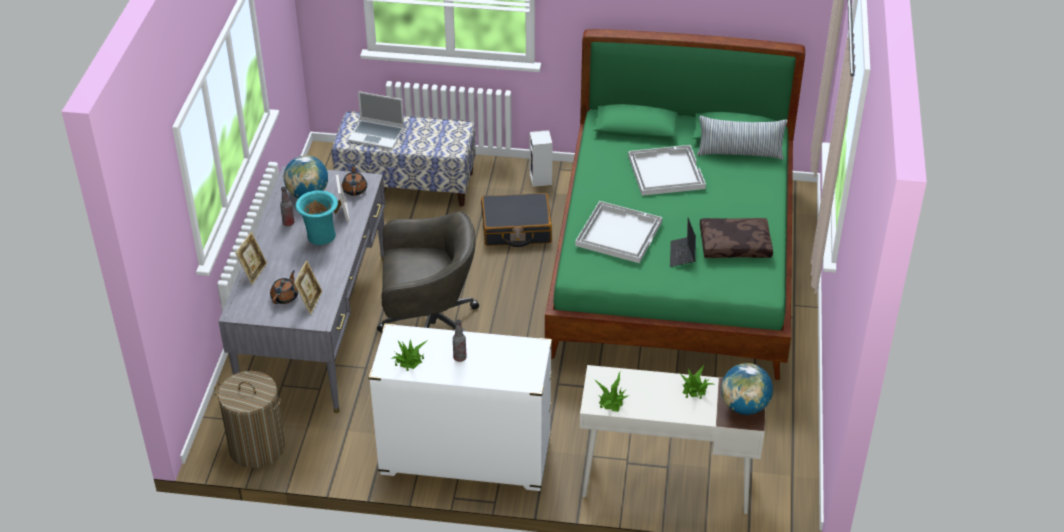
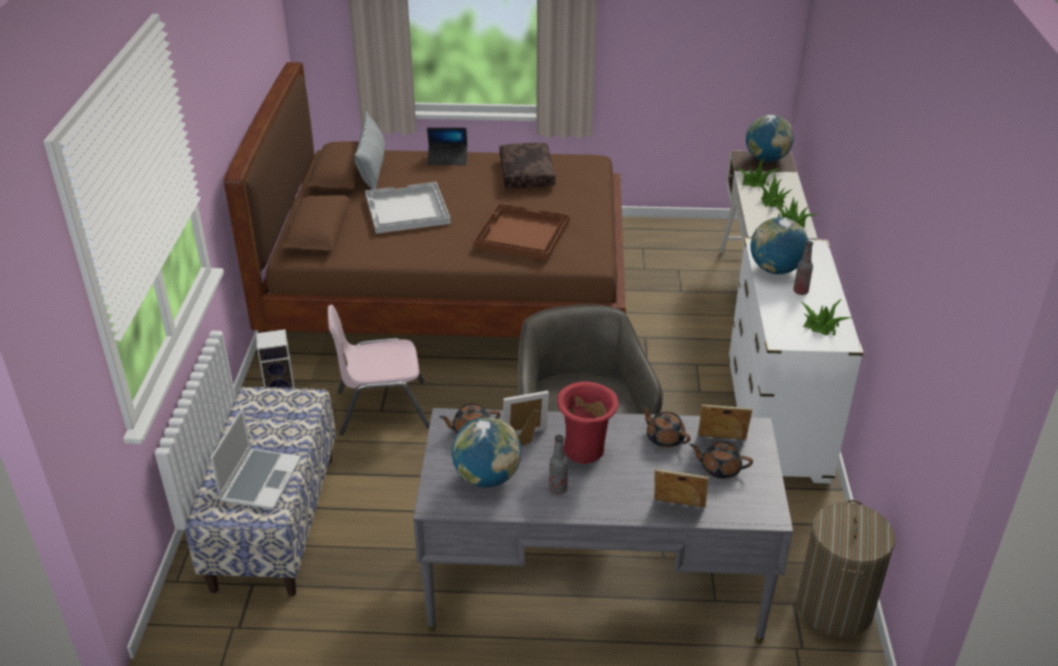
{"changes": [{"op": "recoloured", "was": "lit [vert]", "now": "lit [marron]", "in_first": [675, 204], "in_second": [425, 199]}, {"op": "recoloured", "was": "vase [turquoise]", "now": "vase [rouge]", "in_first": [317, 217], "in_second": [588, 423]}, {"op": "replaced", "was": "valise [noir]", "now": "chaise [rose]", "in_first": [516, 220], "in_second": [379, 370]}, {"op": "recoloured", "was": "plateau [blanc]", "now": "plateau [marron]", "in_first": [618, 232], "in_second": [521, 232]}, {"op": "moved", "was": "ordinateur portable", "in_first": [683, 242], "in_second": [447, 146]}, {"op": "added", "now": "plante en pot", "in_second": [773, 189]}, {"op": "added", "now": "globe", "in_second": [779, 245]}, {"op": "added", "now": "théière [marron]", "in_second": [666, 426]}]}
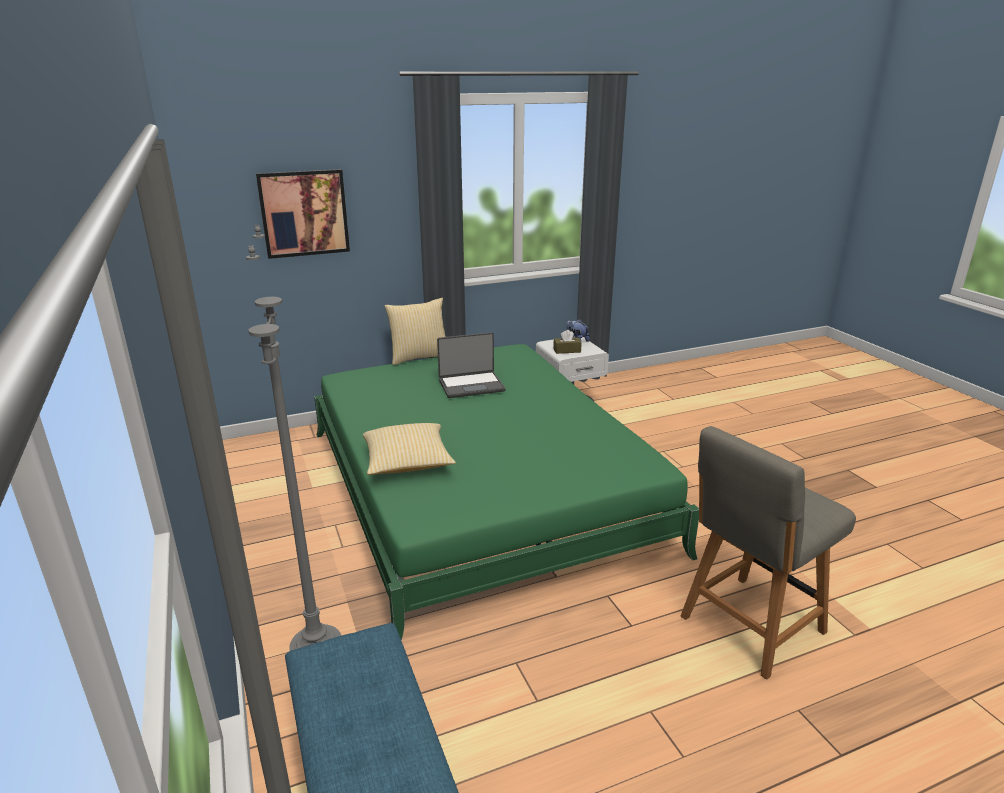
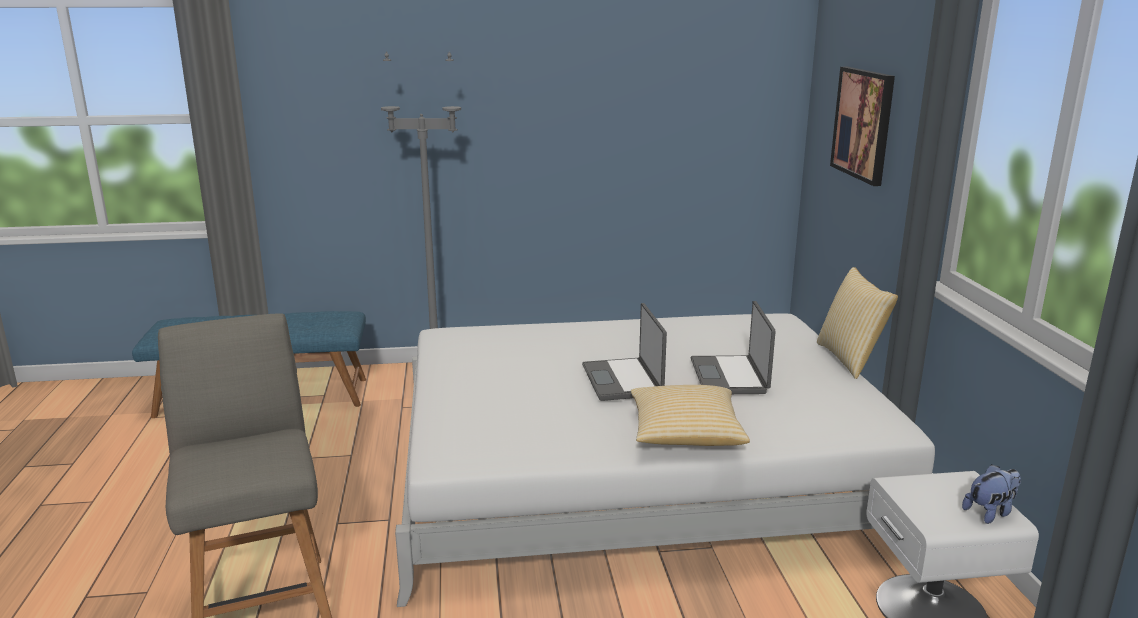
{"changes": [{"op": "removed", "was": "boîte à mouchoirs [marron]", "in_first": [567, 342]}, {"op": "recoloured", "was": "lit [vert]", "now": "lit [blanc]", "in_first": [506, 492], "in_second": [665, 460]}, {"op": "moved", "was": "coussin", "in_first": [409, 449], "in_second": [690, 415]}, {"op": "added", "now": "ordinateur portable", "in_second": [624, 352]}]}
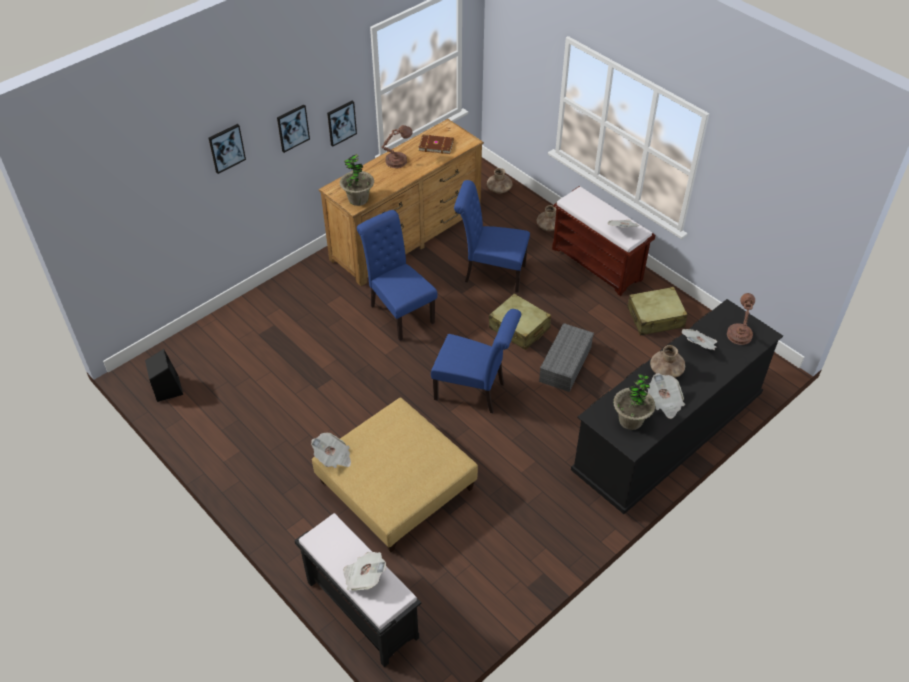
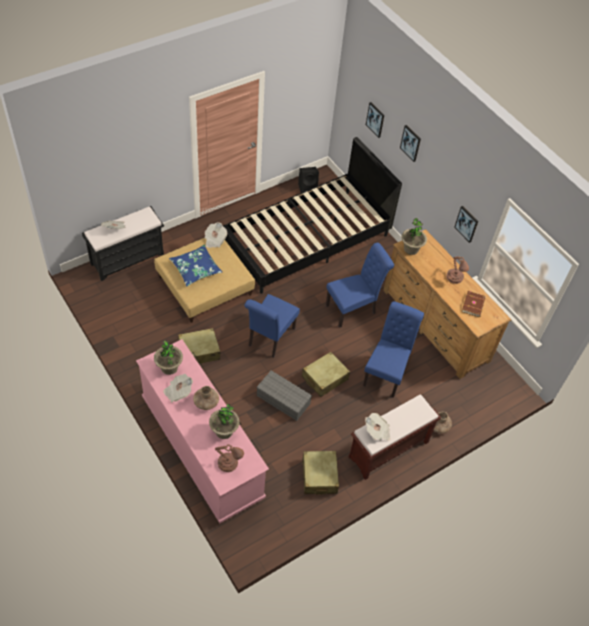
{"changes": [{"op": "moved", "was": "tableau", "in_first": [293, 128], "in_second": [375, 120]}, {"op": "removed", "was": "vase [marron]", "in_first": [500, 181]}, {"op": "recoloured", "was": "commode [noir]", "now": "commode [rose]", "in_first": [677, 406], "in_second": [202, 431]}, {"op": "replaced", "was": "journal", "now": "plante en pot", "in_first": [699, 339], "in_second": [224, 421]}, {"op": "added", "now": "lit [noir]", "in_second": [312, 215]}, {"op": "added", "now": "coussin [bleu]", "in_second": [195, 266]}, {"op": "added", "now": "valise [beige]", "in_second": [199, 346]}]}
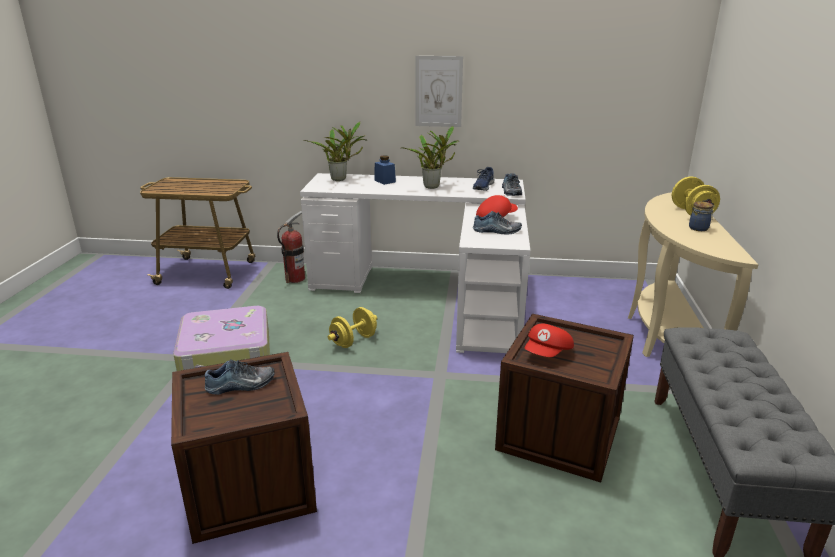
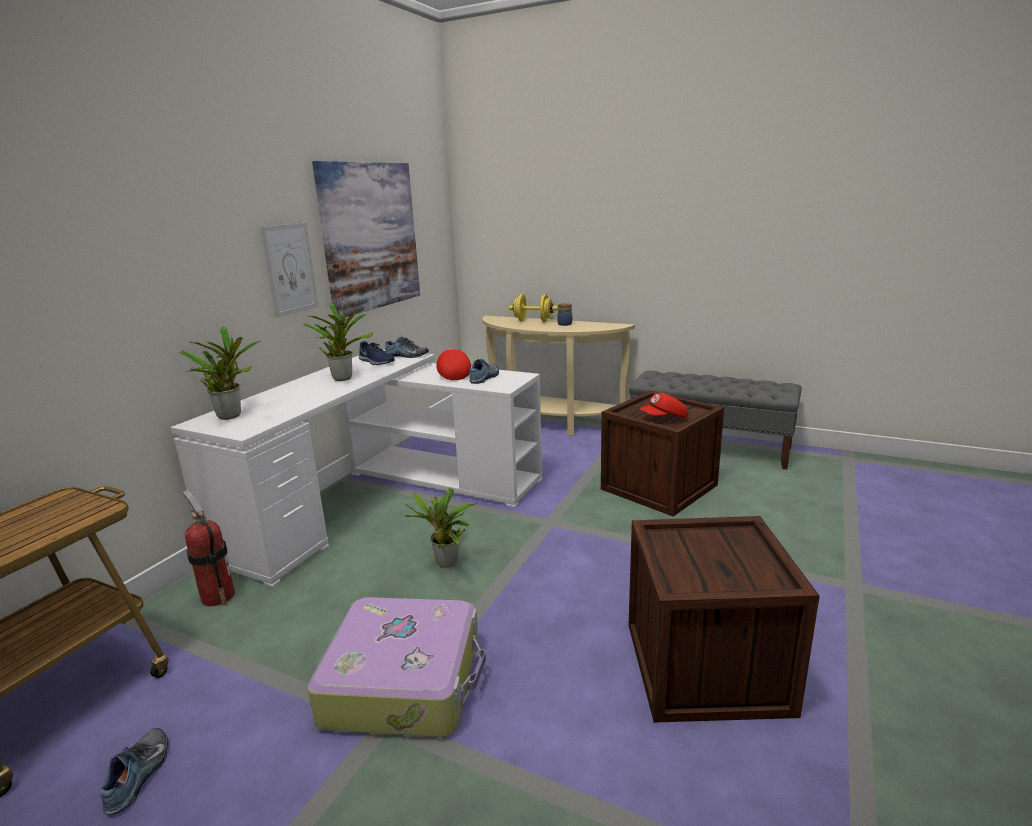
{"changes": [{"op": "removed", "was": "bocal [bleu]", "in_first": [385, 170]}, {"op": "replaced", "was": "haltère [jaune]", "now": "plante en pot", "in_first": [352, 327], "in_second": [440, 527]}, {"op": "turned", "was": "casquette [rouge]", "in_first": [549, 340], "in_second": [664, 405], "clockwise": 105}, {"op": "moved", "was": "chaussure", "in_first": [240, 377], "in_second": [134, 771]}, {"op": "added", "now": "tableau", "in_second": [366, 239]}]}
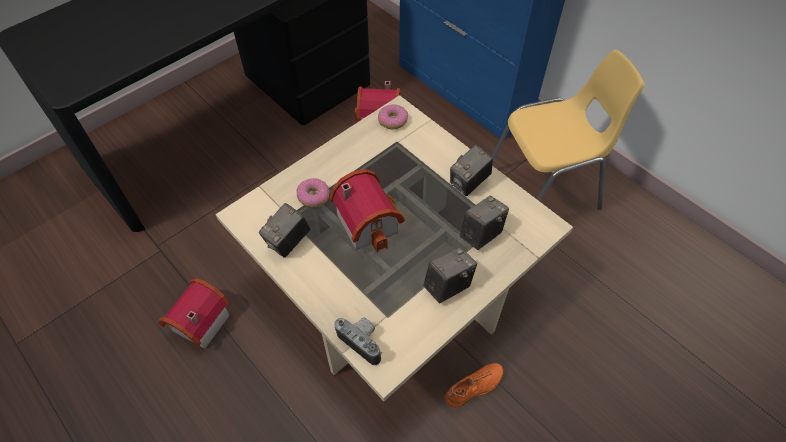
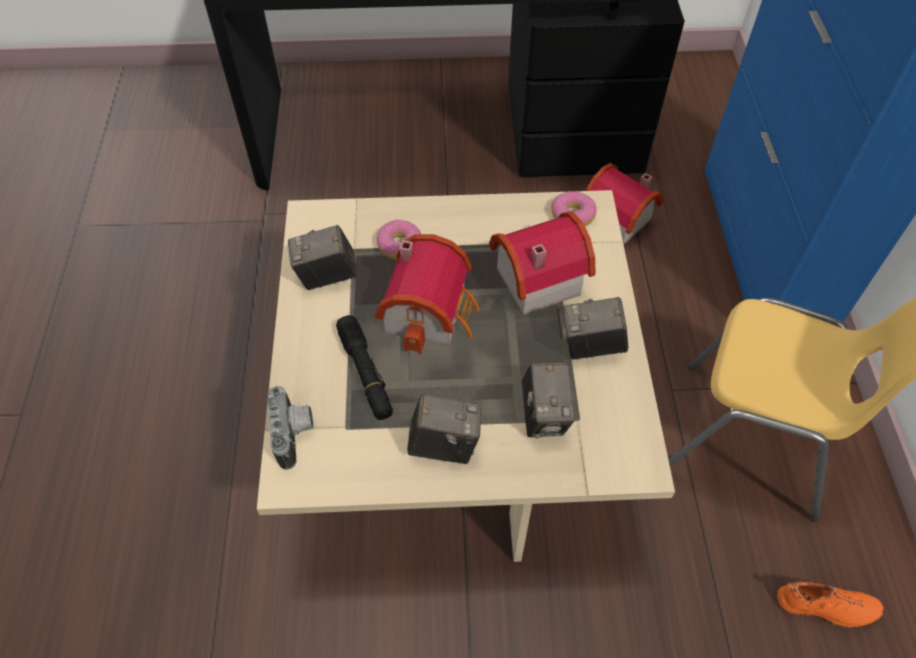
{"changes": [{"op": "turned", "was": "appareil photo", "in_first": [484, 223], "in_second": [548, 400], "clockwise": 90}, {"op": "moved", "was": "maison miniature", "in_first": [194, 313], "in_second": [542, 263]}, {"op": "moved", "was": "chaussure [orange]", "in_first": [474, 385], "in_second": [830, 605]}, {"op": "added", "now": "lampe de poche [noir]", "in_second": [364, 367]}]}
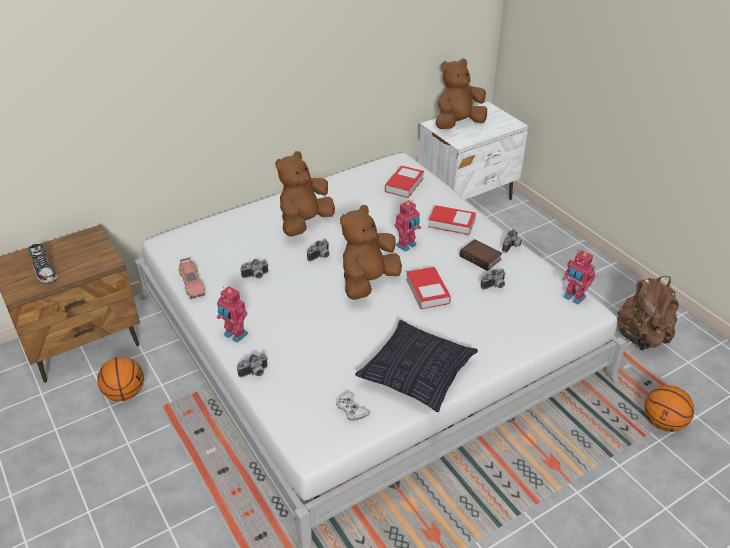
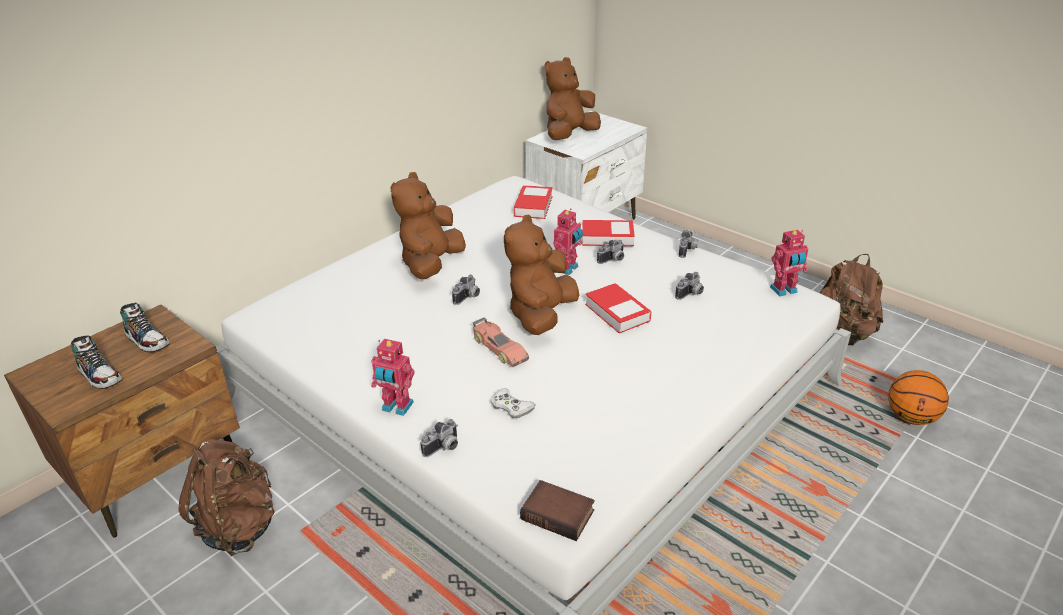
{"changes": [{"op": "moved", "was": "livre", "in_first": [481, 255], "in_second": [557, 510]}, {"op": "turned", "was": "robot jouet", "in_first": [578, 277], "in_second": [789, 263], "clockwise": -45}, {"op": "moved", "was": "petite voiture", "in_first": [191, 278], "in_second": [501, 342]}, {"op": "moved", "was": "appareil photo", "in_first": [254, 268], "in_second": [611, 252]}, {"op": "removed", "was": "coussin", "in_first": [416, 366]}, {"op": "replaced", "was": "ballon de basket", "now": "sac à dos [marron]", "in_first": [120, 379], "in_second": [227, 497]}, {"op": "moved", "was": "manette [blanc]", "in_first": [353, 406], "in_second": [514, 403]}, {"op": "added", "now": "chaussure", "in_second": [145, 327]}]}
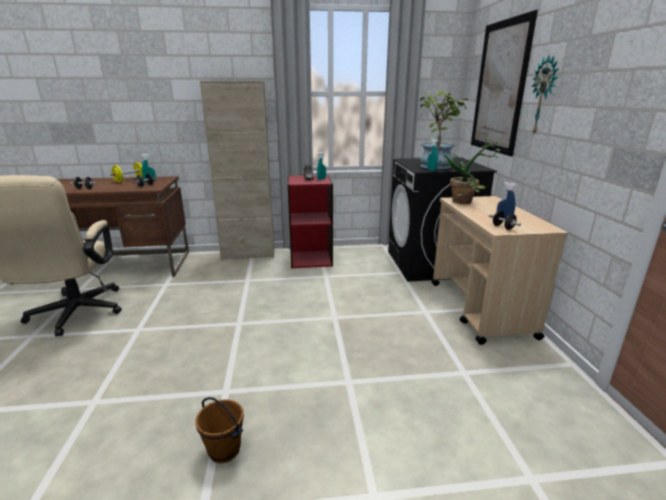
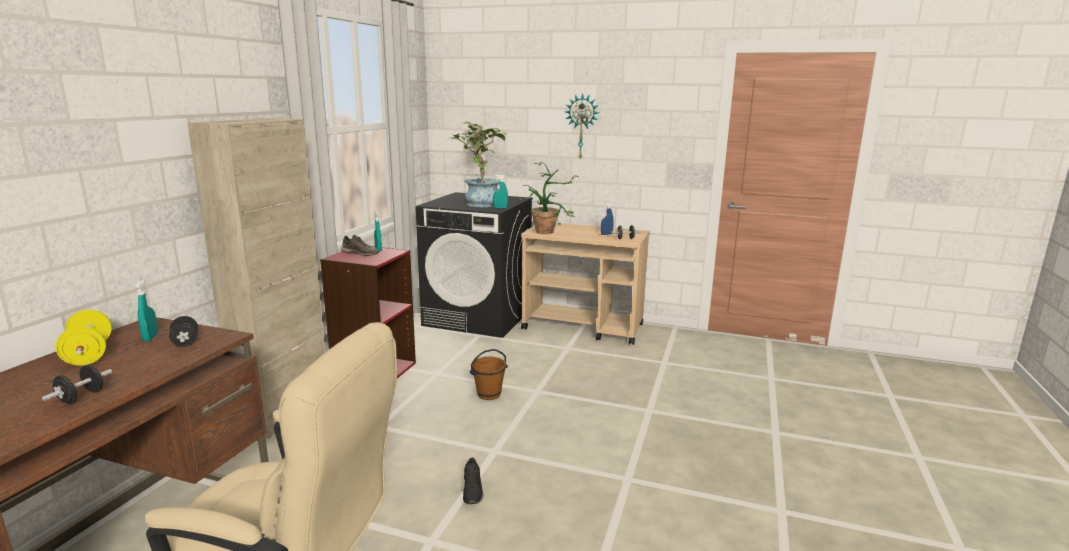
{"changes": [{"op": "removed", "was": "tableau", "in_first": [504, 83]}, {"op": "moved", "was": "seau [marron]", "in_first": [219, 430], "in_second": [489, 374]}, {"op": "added", "now": "chaussure [noir]", "in_second": [473, 480]}]}
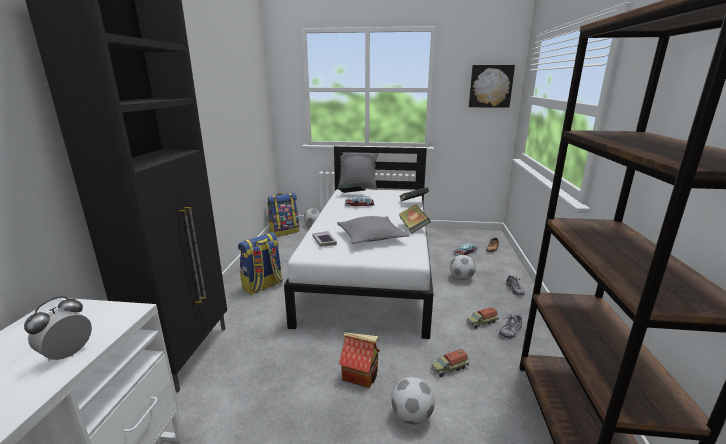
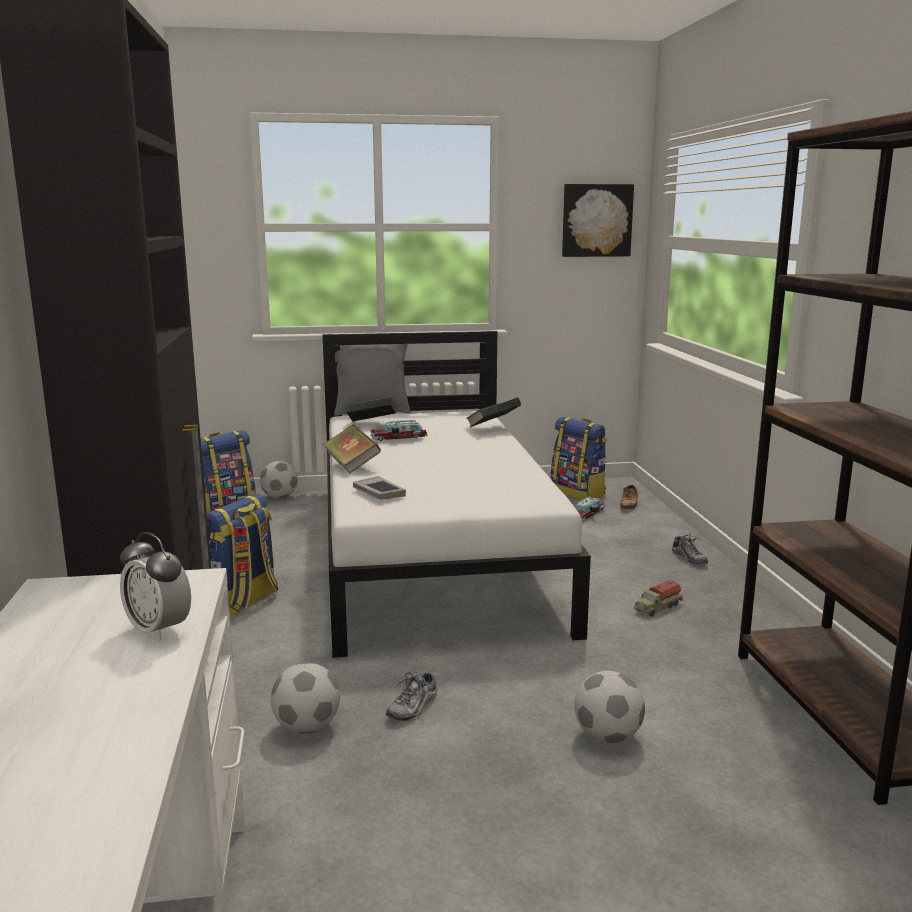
{"changes": [{"op": "moved", "was": "livre", "in_first": [414, 218], "in_second": [352, 449]}, {"op": "removed", "was": "coussin [gris]", "in_first": [373, 230]}, {"op": "moved", "was": "ballon de foot", "in_first": [463, 267], "in_second": [305, 698]}, {"op": "turned", "was": "réveil", "in_first": [58, 328], "in_second": [155, 586], "clockwise": -60}, {"op": "moved", "was": "chaussure", "in_first": [510, 327], "in_second": [411, 697]}, {"op": "removed", "was": "maison miniature", "in_first": [359, 360]}, {"op": "removed", "was": "camion jouet", "in_first": [450, 363]}, {"op": "added", "now": "sac à dos", "in_second": [578, 459]}]}
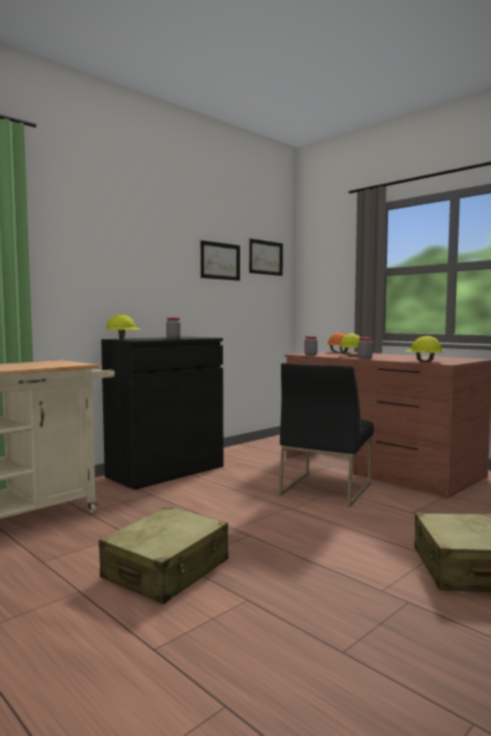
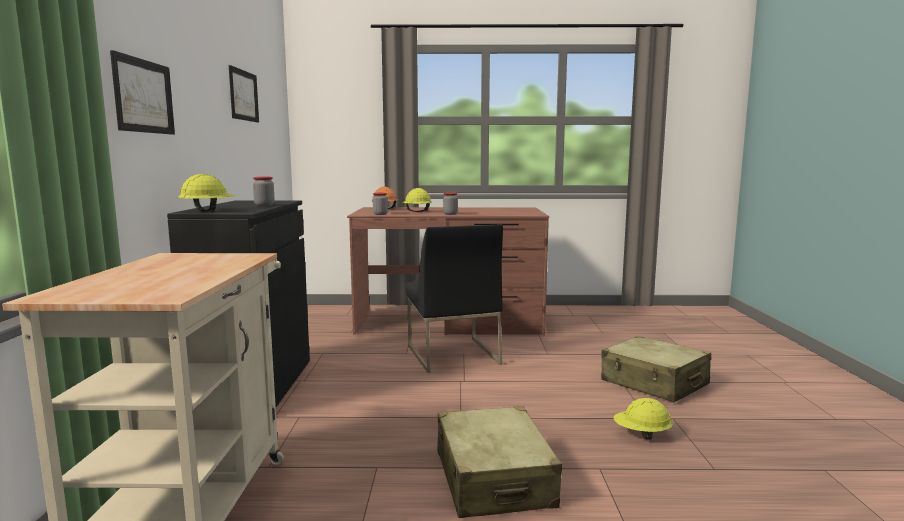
{"changes": [{"op": "moved", "was": "tableau", "in_first": [266, 257], "in_second": [142, 92]}, {"op": "moved", "was": "casque de chantier [jaune]", "in_first": [424, 349], "in_second": [643, 419]}]}
